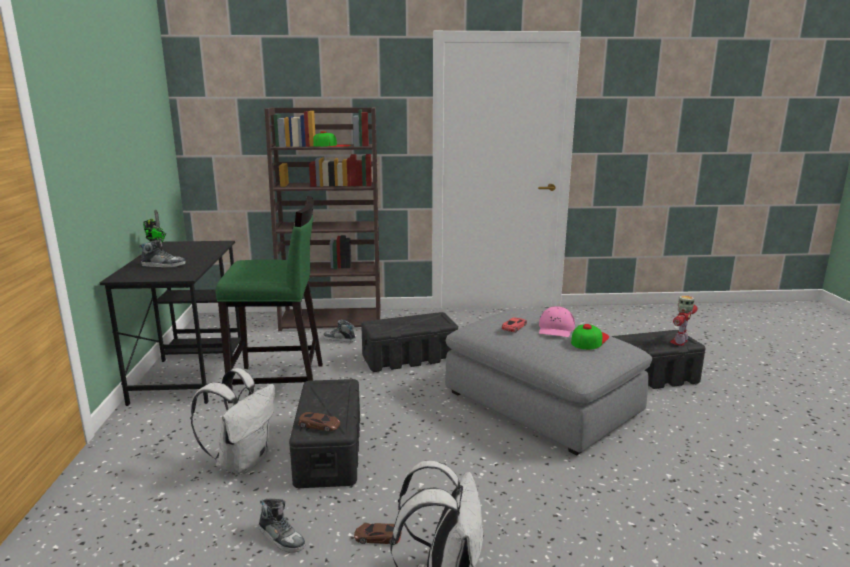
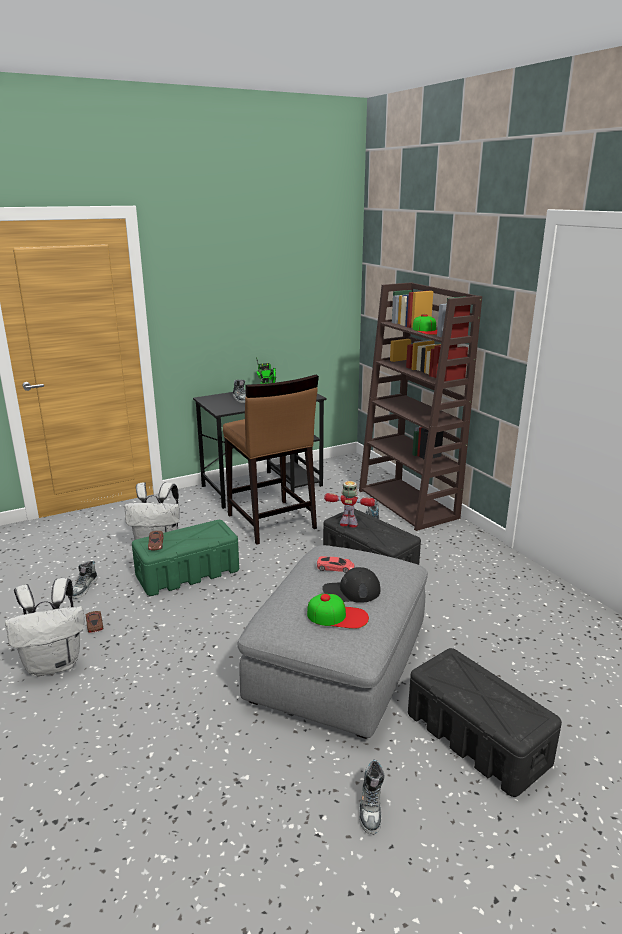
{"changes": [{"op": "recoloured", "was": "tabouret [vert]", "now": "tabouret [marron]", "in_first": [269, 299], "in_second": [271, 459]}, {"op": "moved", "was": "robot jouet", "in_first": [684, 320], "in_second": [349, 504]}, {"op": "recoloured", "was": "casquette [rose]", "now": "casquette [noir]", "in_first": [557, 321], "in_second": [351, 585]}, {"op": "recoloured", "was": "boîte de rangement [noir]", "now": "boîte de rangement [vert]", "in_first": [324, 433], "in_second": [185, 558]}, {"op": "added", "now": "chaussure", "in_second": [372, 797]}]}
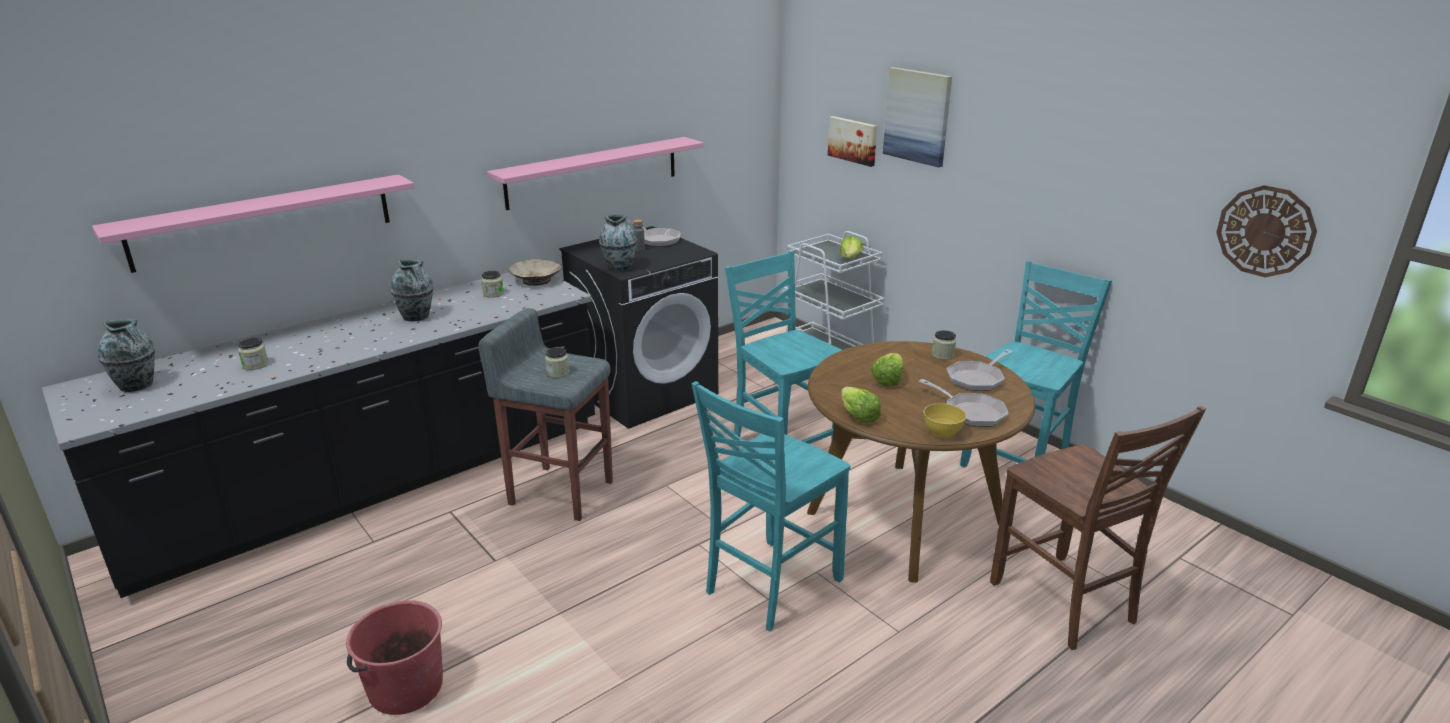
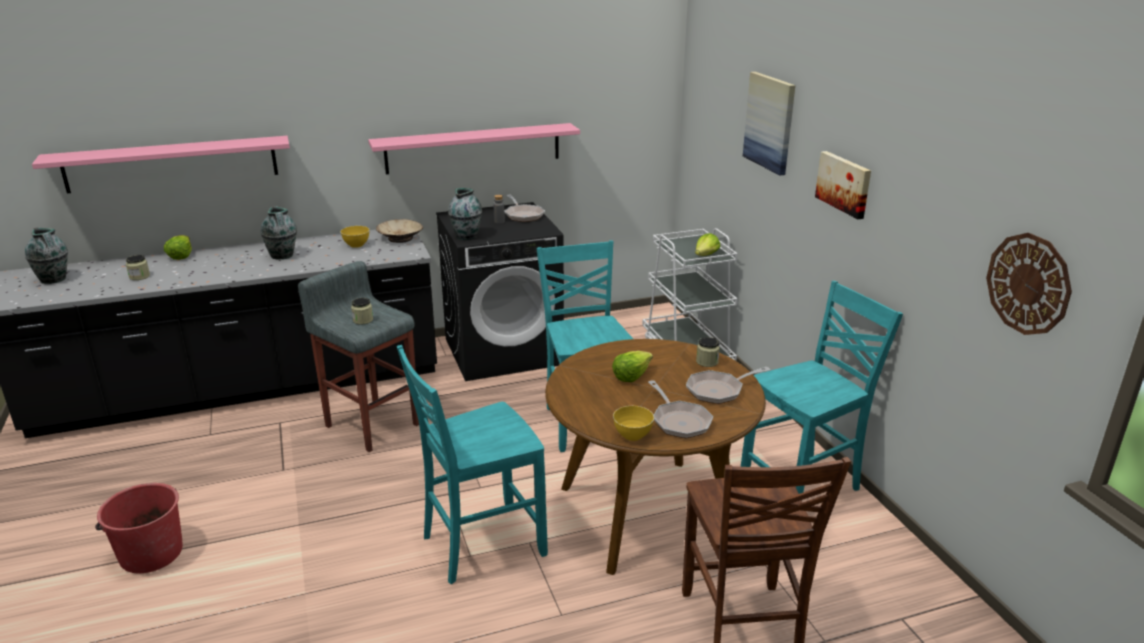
{"changes": [{"op": "moved", "was": "tableau", "in_first": [852, 141], "in_second": [843, 185]}, {"op": "replaced", "was": "bocal", "now": "bol [jaune]", "in_first": [492, 284], "in_second": [355, 237]}, {"op": "moved", "was": "laitue", "in_first": [861, 405], "in_second": [178, 247]}]}
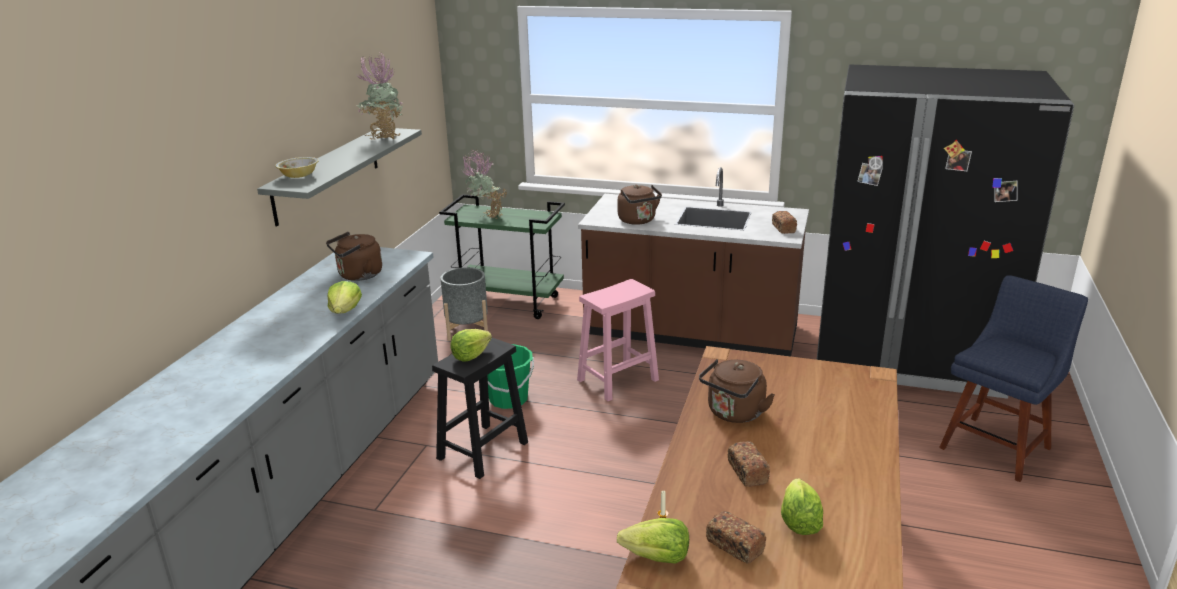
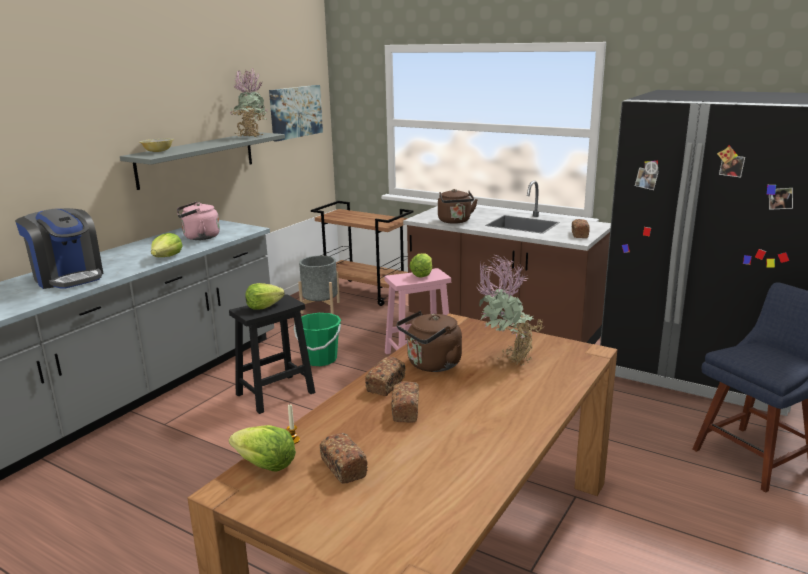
{"changes": [{"op": "moved", "was": "plante en pot", "in_first": [484, 184], "in_second": [509, 310]}, {"op": "recoloured", "was": "chariot [vert]", "now": "chariot [marron]", "in_first": [502, 256], "in_second": [362, 253]}, {"op": "recoloured", "was": "bouilloire [marron]", "now": "bouilloire [rose]", "in_first": [354, 256], "in_second": [198, 221]}, {"op": "moved", "was": "laitue", "in_first": [802, 507], "in_second": [420, 265]}, {"op": "added", "now": "tableau", "in_second": [296, 113]}, {"op": "added", "now": "machine à café", "in_second": [59, 248]}, {"op": "added", "now": "pain", "in_second": [385, 376]}]}
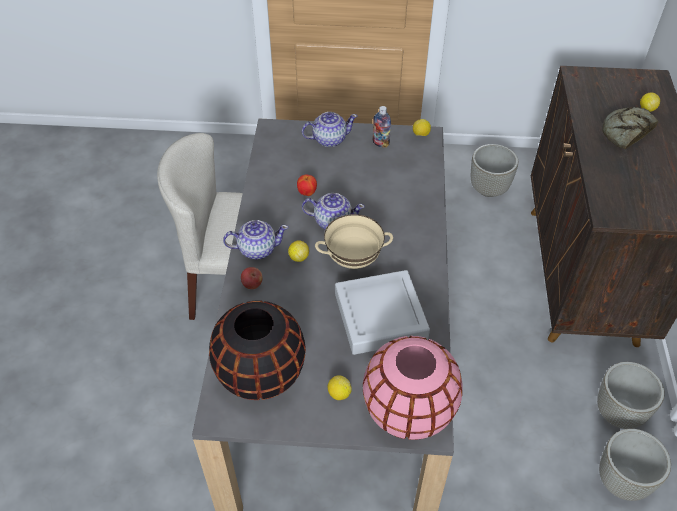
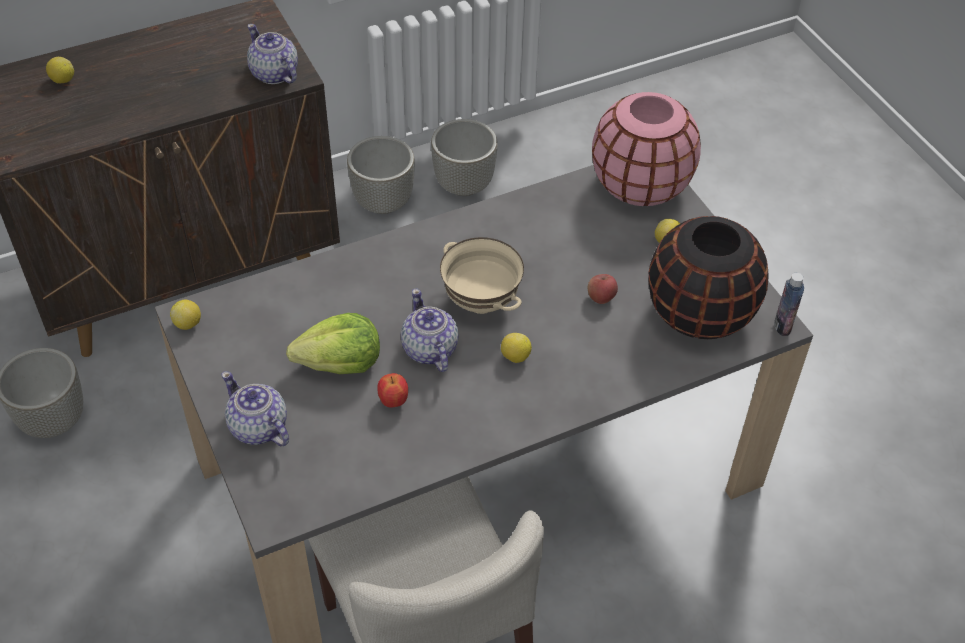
{"changes": [{"op": "moved", "was": "bouteille", "in_first": [381, 127], "in_second": [789, 304]}, {"op": "removed", "was": "pain", "in_first": [631, 128]}, {"op": "moved", "was": "théière", "in_first": [255, 239], "in_second": [272, 54]}, {"op": "moved", "was": "pomme", "in_first": [252, 278], "in_second": [603, 289]}, {"op": "removed", "was": "plateau [gris]", "in_first": [382, 312]}, {"op": "added", "now": "laitue", "in_second": [333, 343]}]}
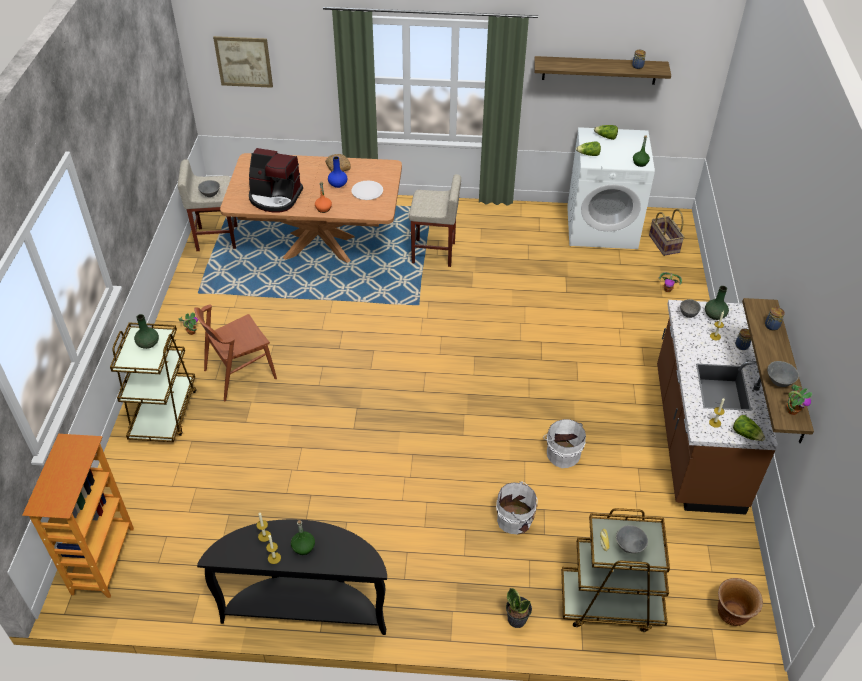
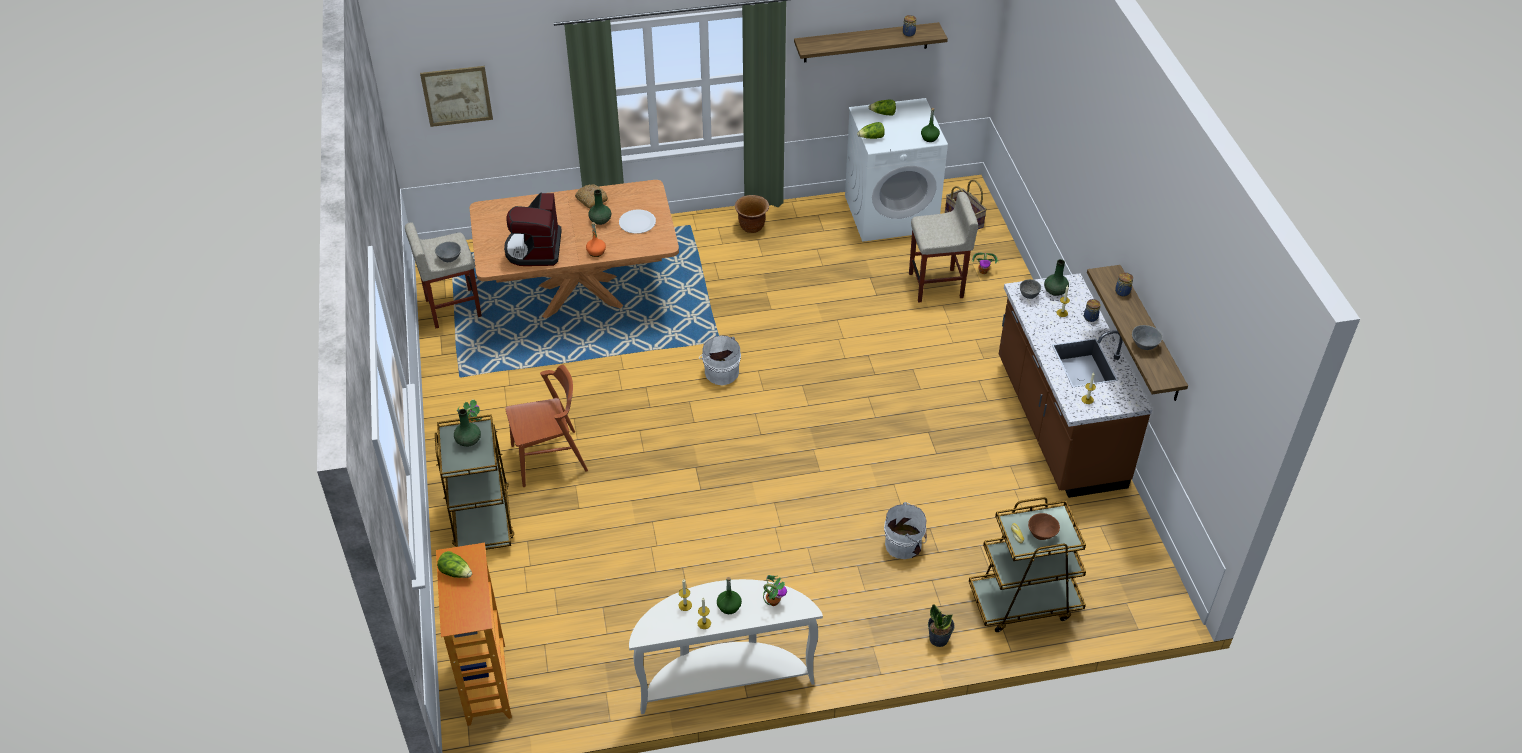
{"changes": [{"op": "turned", "was": "machine à café", "in_first": [276, 180], "in_second": [533, 229], "clockwise": 90}, {"op": "recoloured", "was": "vase [bleu]", "now": "vase [vert]", "in_first": [338, 172], "in_second": [599, 207]}, {"op": "moved", "was": "tabouret [beige]", "in_first": [435, 220], "in_second": [943, 247]}, {"op": "turned", "was": "chaise [marron]", "in_first": [235, 353], "in_second": [546, 425], "clockwise": -150}, {"op": "moved", "was": "plante en pot", "in_first": [800, 399], "in_second": [775, 590]}, {"op": "moved", "was": "laitue", "in_first": [749, 428], "in_second": [454, 564]}, {"op": "moved", "was": "seau [blanc]", "in_first": [564, 443], "in_second": [720, 360]}, {"op": "recoloured", "was": "table console [noir]", "now": "table console [blanc]", "in_first": [292, 577], "in_second": [726, 646]}, {"op": "recoloured", "was": "bol [gris]", "now": "bol [marron]", "in_first": [632, 539], "in_second": [1044, 526]}, {"op": "moved", "was": "cache-pot [marron]", "in_first": [740, 602], "in_second": [752, 214]}]}
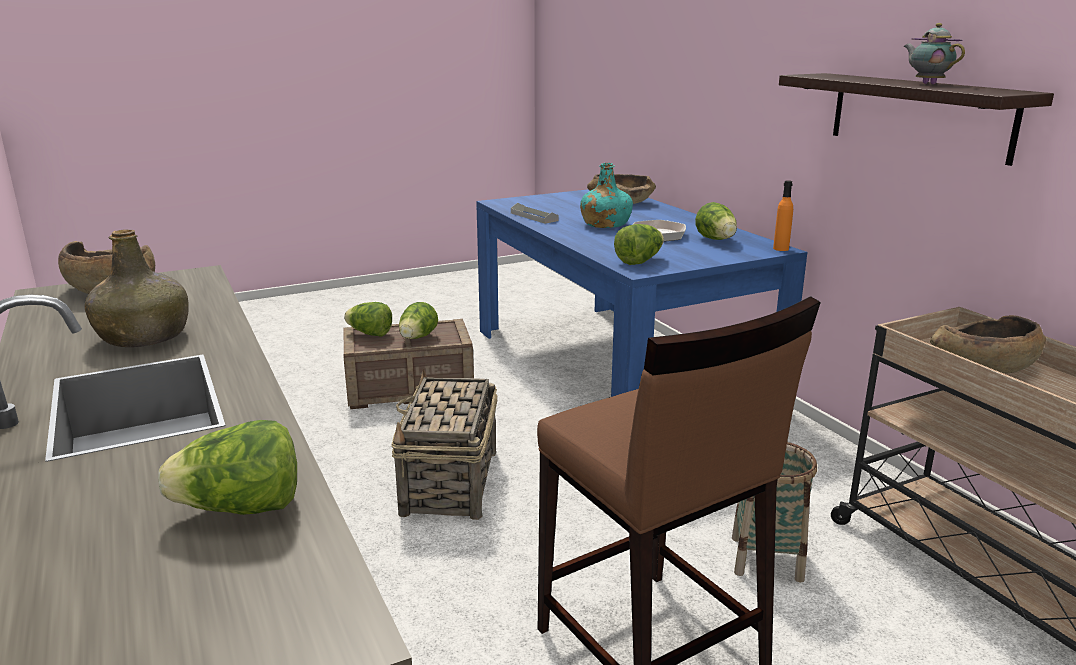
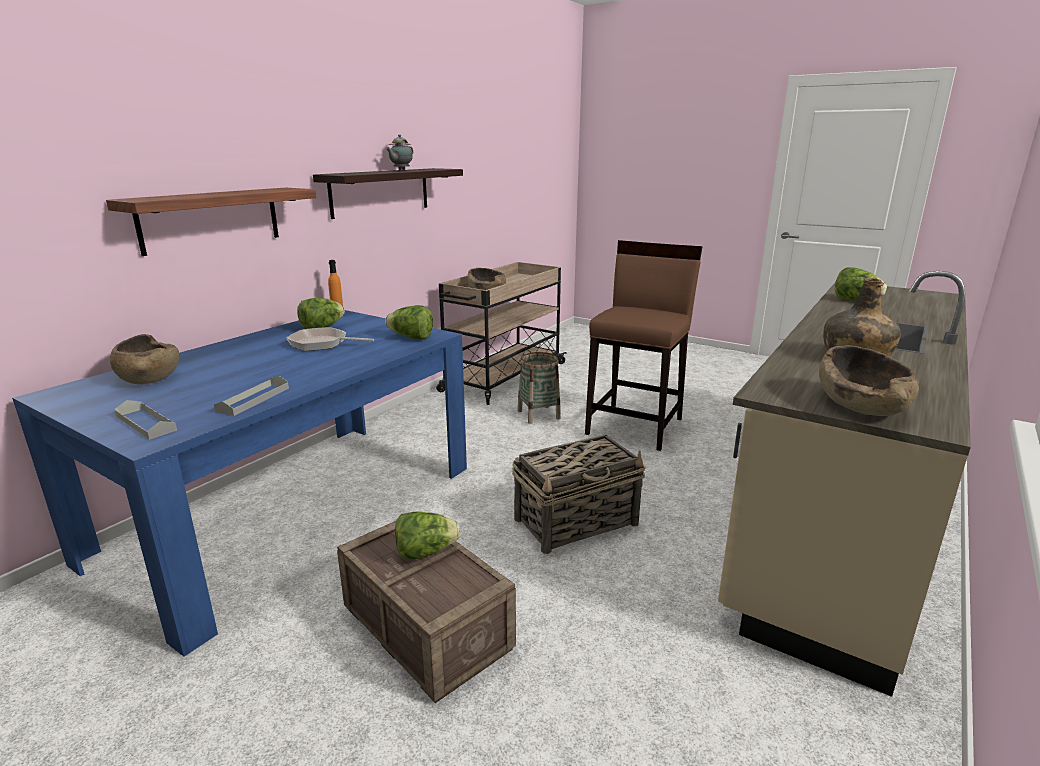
{"changes": [{"op": "removed", "was": "bouteille [turquoise]", "in_first": [606, 195]}, {"op": "removed", "was": "laitue", "in_first": [368, 319]}, {"op": "added", "now": "étagère", "in_second": [211, 222]}, {"op": "added", "now": "plateau [gris]", "in_second": [145, 420]}]}
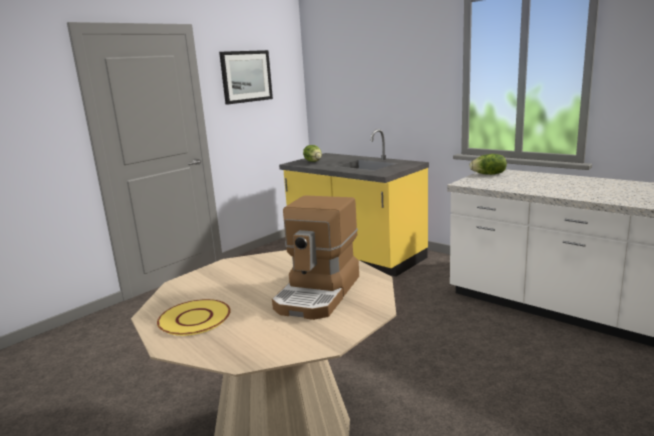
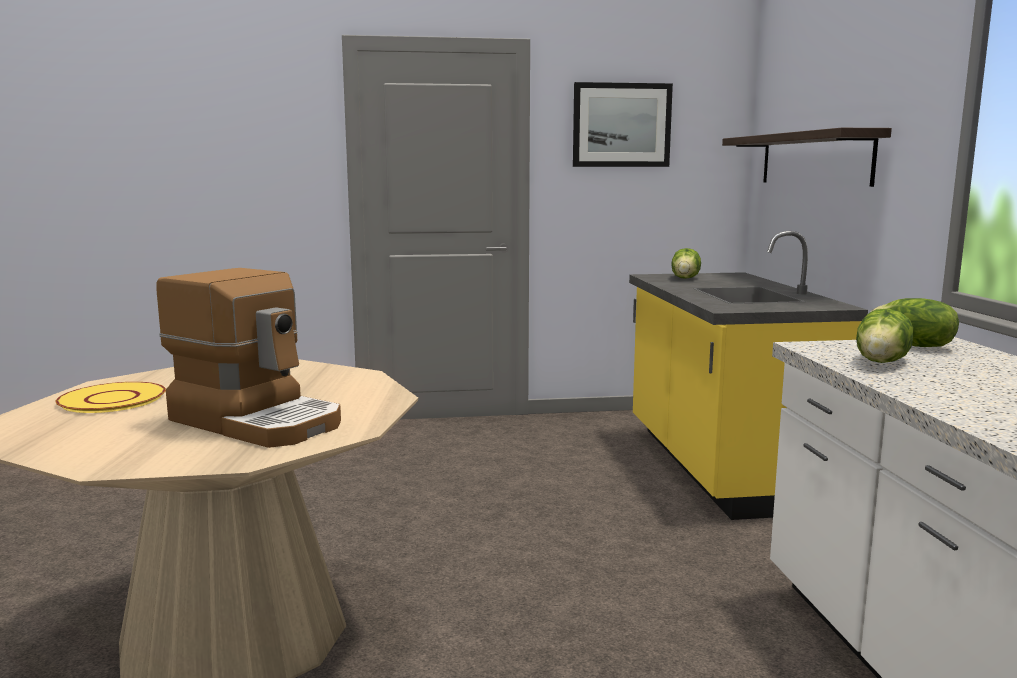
{"changes": [{"op": "turned", "was": "machine à café", "in_first": [315, 257], "in_second": [249, 358], "clockwise": -120}, {"op": "added", "now": "étagère", "in_second": [807, 157]}, {"op": "added", "now": "laitue", "in_second": [885, 335]}]}
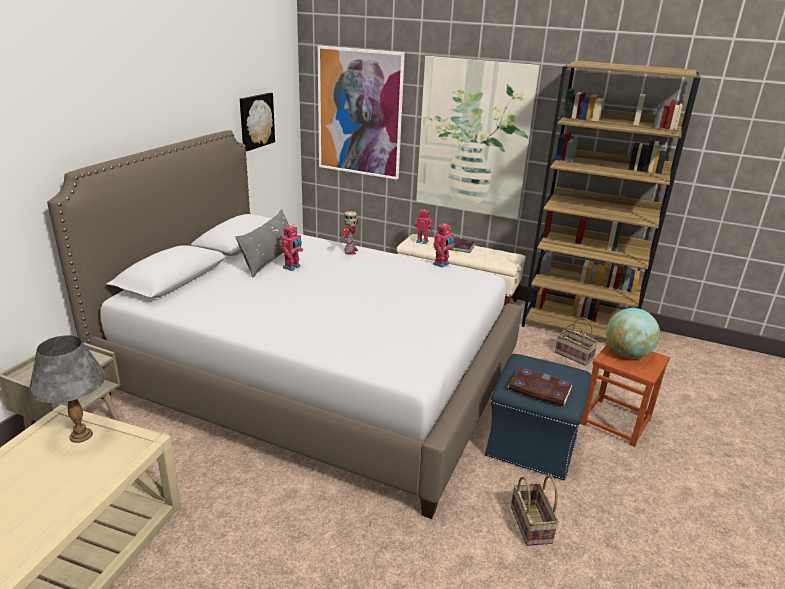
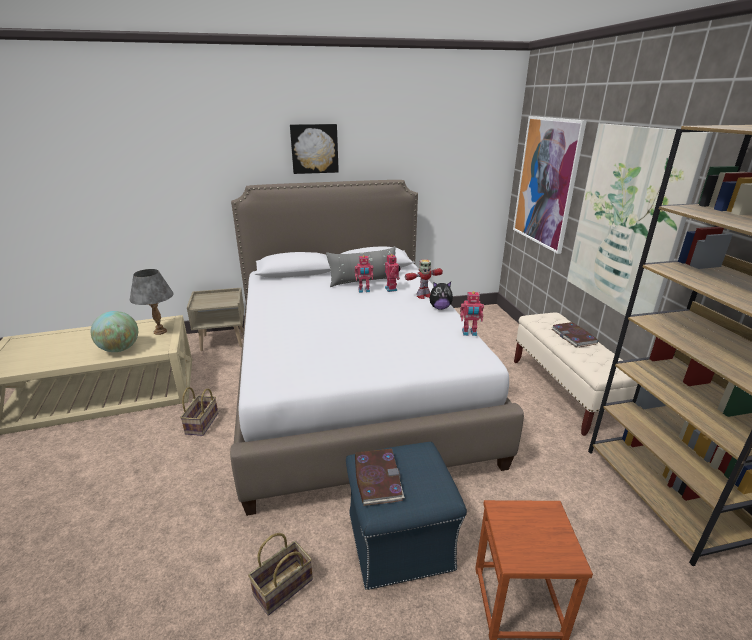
{"changes": [{"op": "moved", "was": "tableau", "in_first": [257, 122], "in_second": [314, 149]}, {"op": "moved", "was": "robot jouet", "in_first": [423, 226], "in_second": [392, 273]}, {"op": "moved", "was": "globe", "in_first": [633, 333], "in_second": [114, 331]}, {"op": "moved", "was": "panier", "in_first": [576, 342], "in_second": [199, 411]}, {"op": "added", "now": "peluche", "in_second": [441, 296]}]}
